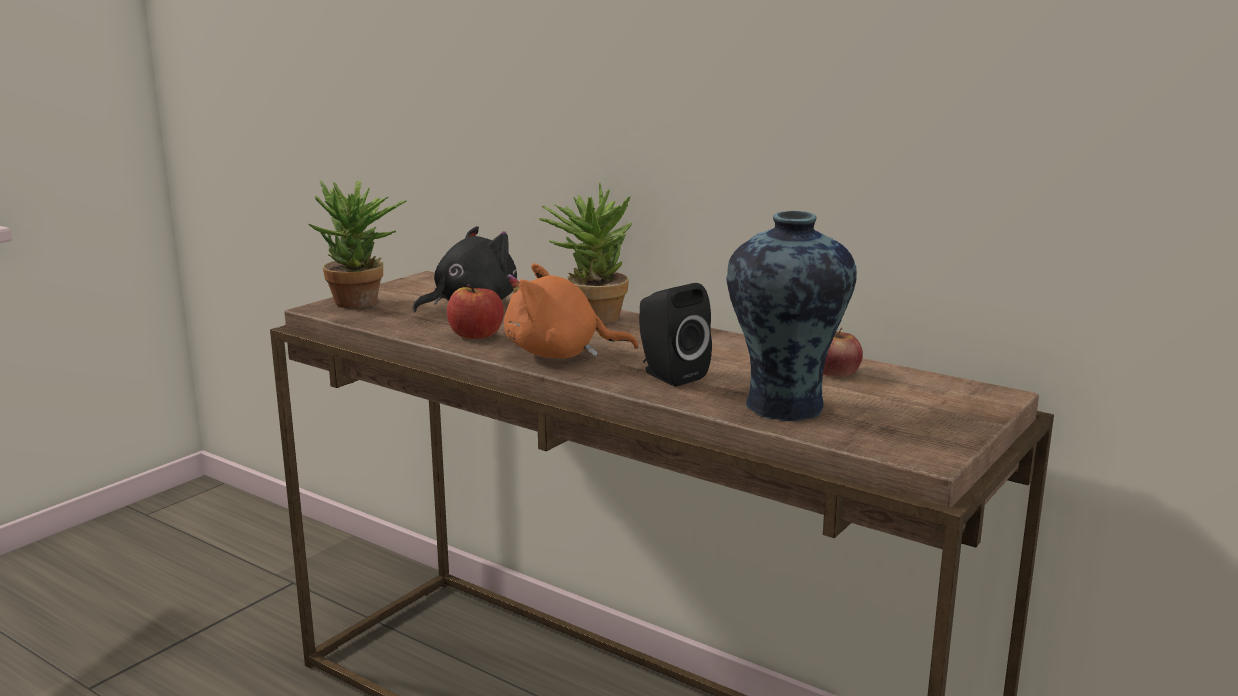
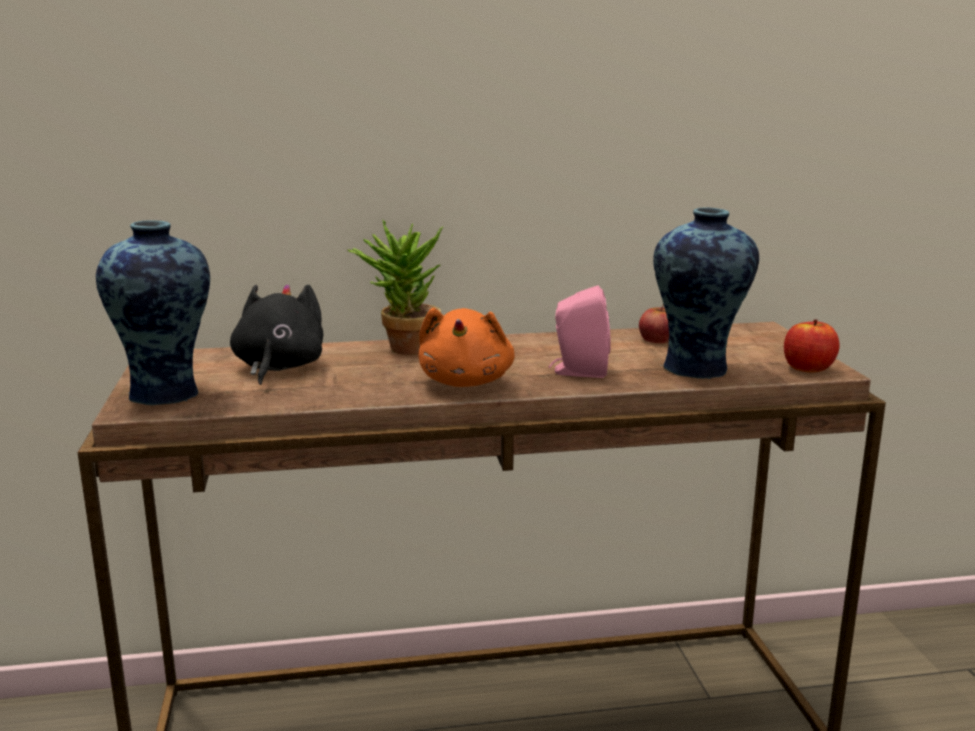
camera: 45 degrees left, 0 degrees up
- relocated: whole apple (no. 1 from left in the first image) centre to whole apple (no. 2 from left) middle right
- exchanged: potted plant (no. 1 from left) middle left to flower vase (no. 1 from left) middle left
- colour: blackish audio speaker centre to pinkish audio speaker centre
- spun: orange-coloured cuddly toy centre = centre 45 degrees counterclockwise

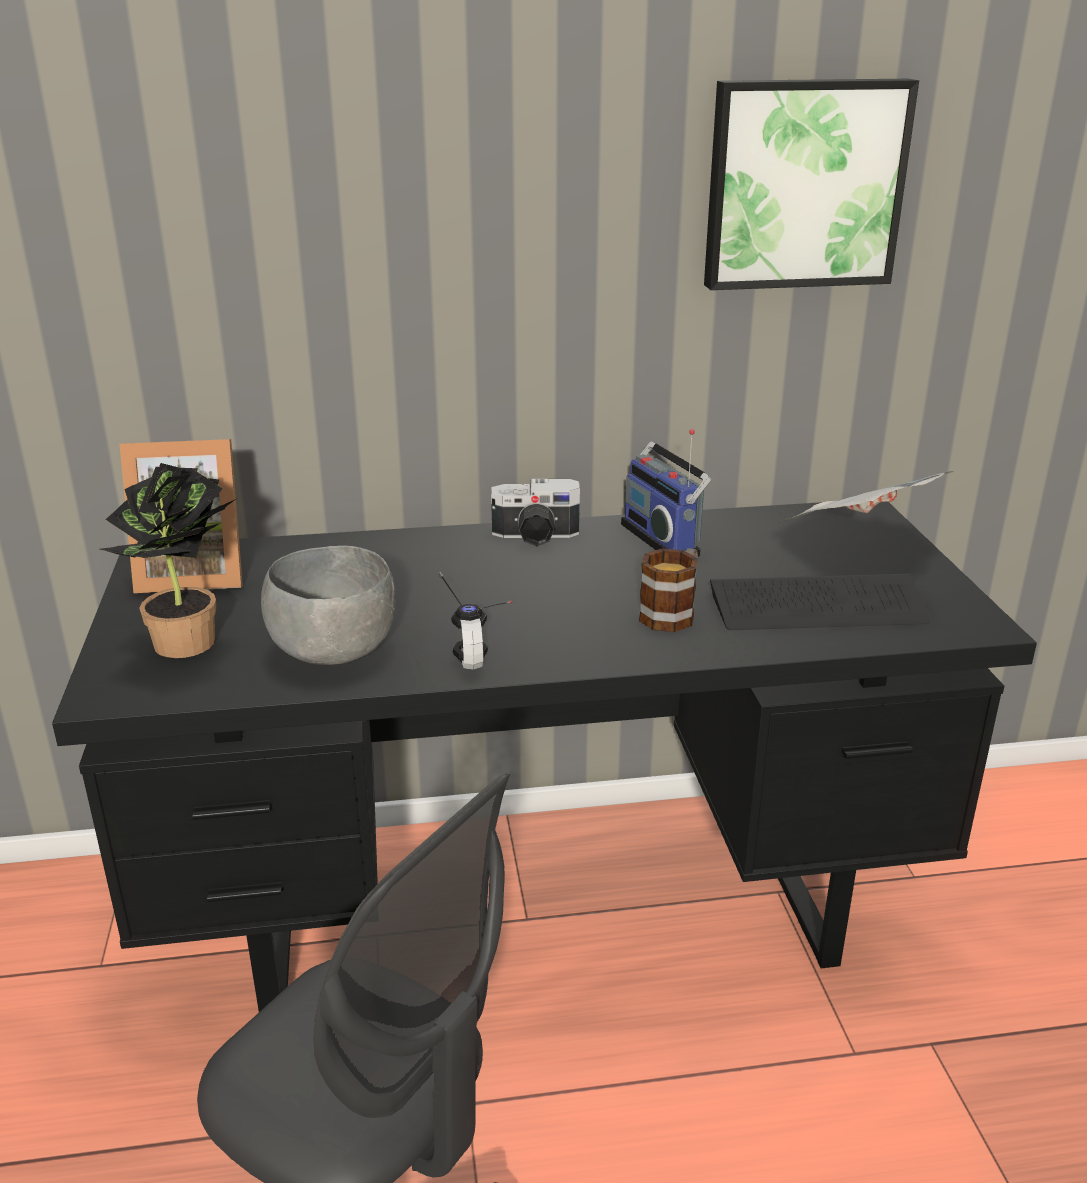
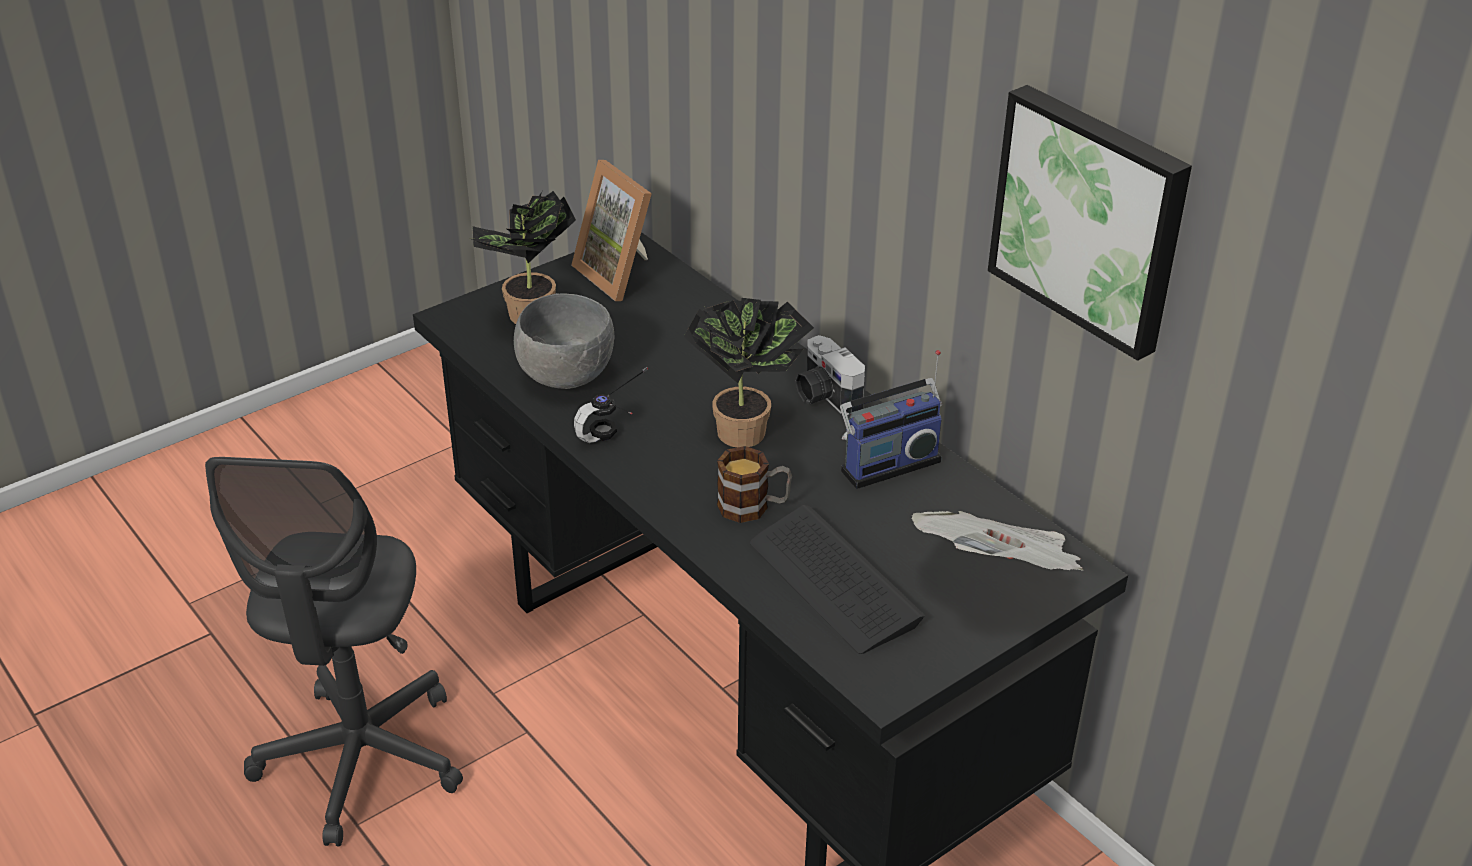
camera: 60 degrees right, 10 degrees up
- appeared: potted plant (no. 2 from left) centre
- spun: radio receiver centre = centre 150 degrees counterclockwise

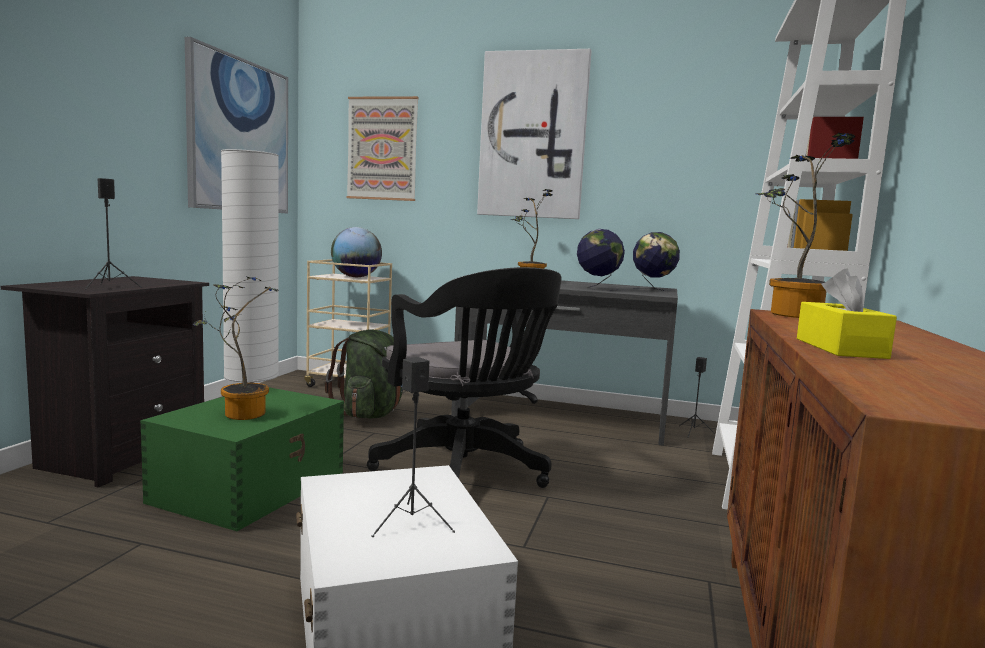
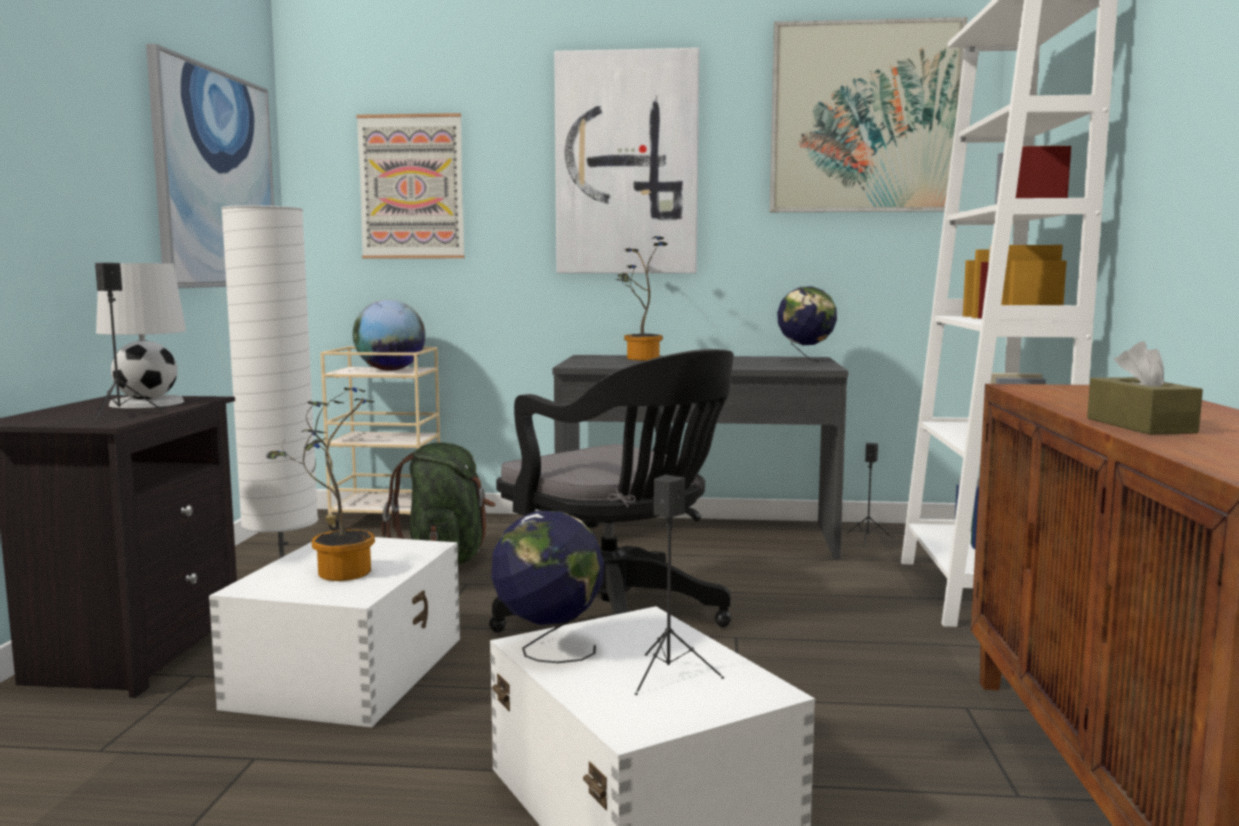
camera: 10 degrees left, 0 degrees up
- missing: potted plant (no. 3 from left) middle right
- appeared: white tabletop lamp middle left
- appeared: picture (no. 4 from left) top right
- relocated: globe (no. 2 from left) centre to bottom centre
- colour: greenish storage bin bottom left to white storage bin (no. 1 from left) bottom left
- colour: yellow-coloured box of tissues middle right to brown box of tissues middle right

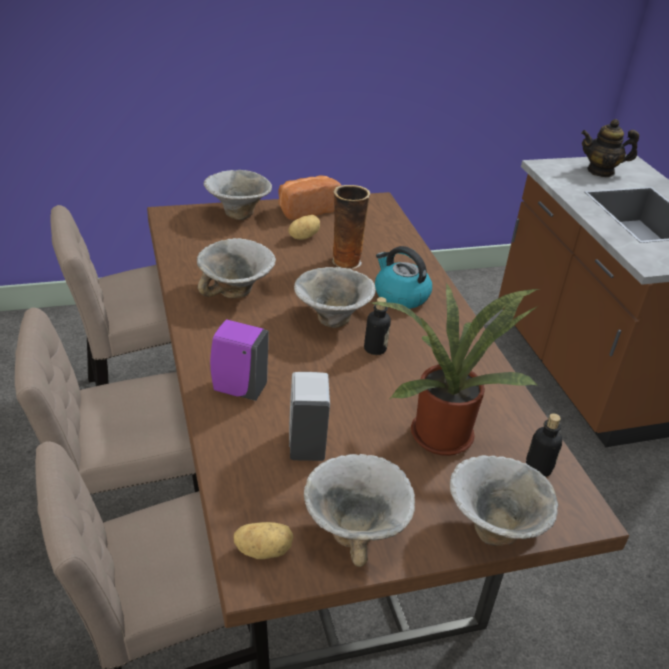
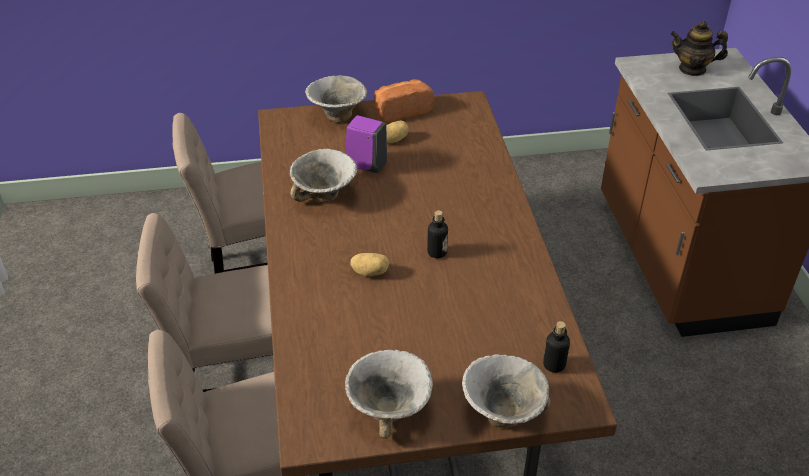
camera: 10 degrees right, 5 degrees up
- missing: white liquid soap bottle centre
- missing: deep dish (no. 3 from left) centre
- missing: flower vase centre
- missing: potted plant middle right
- missing: water kettle centre
- relocated: purple liquid soap bottle centre to top centre
- relocated: potato (no. 1 from left) bottom centre to centre

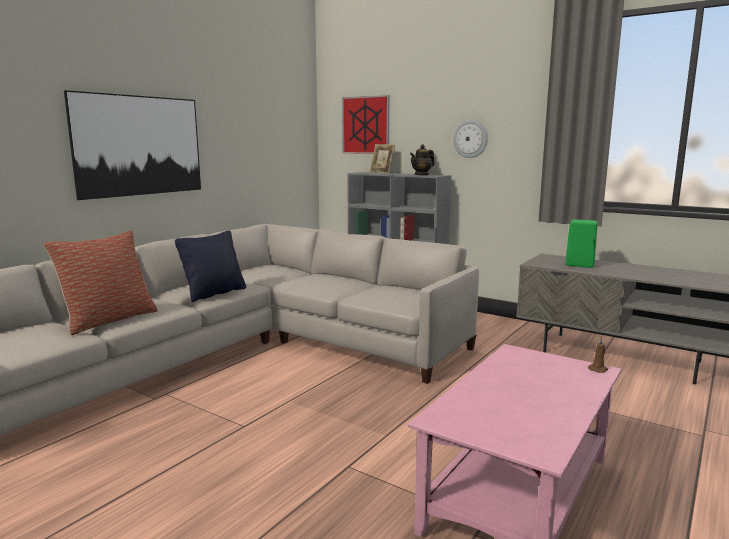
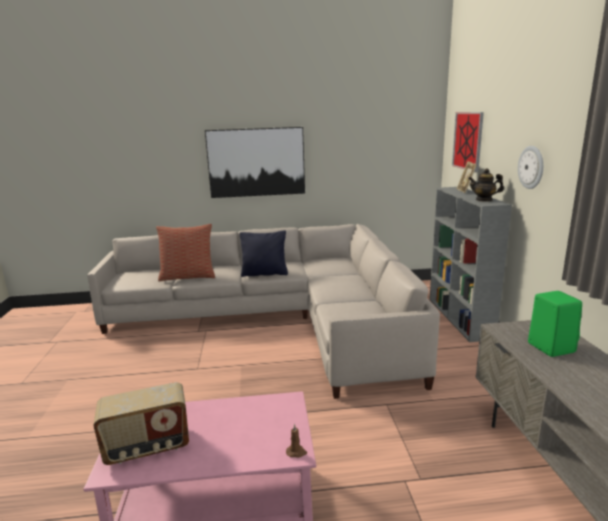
camera: 50 degrees right, 5 degrees up
- appeared: radio receiver bottom left

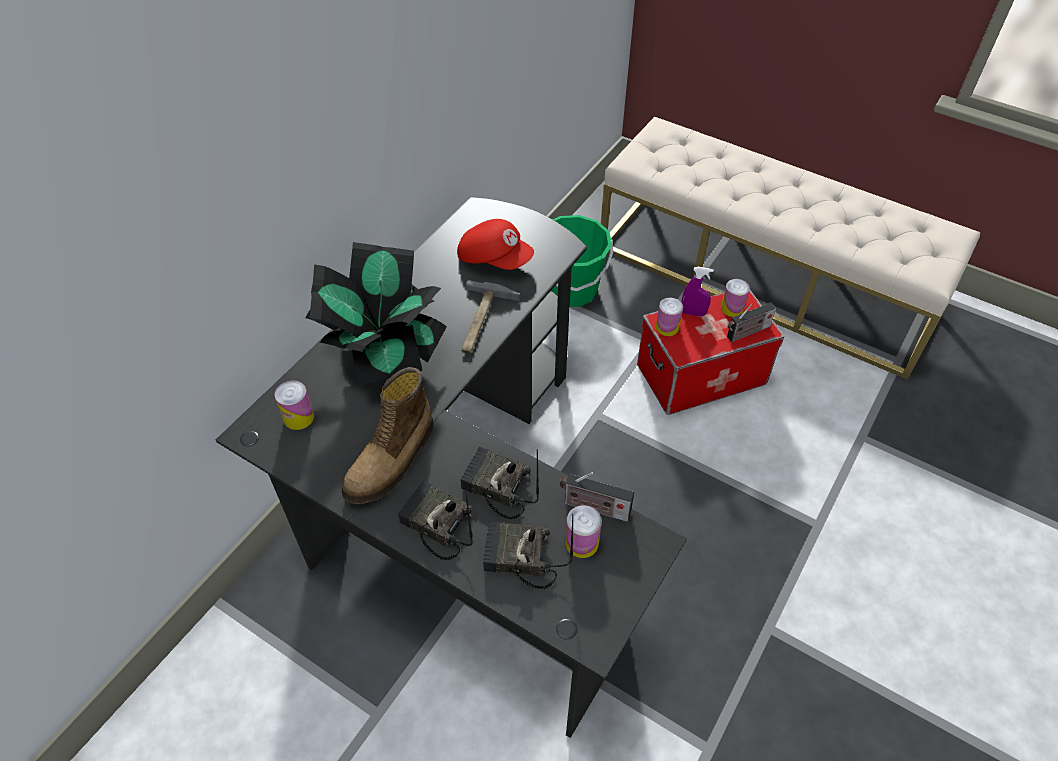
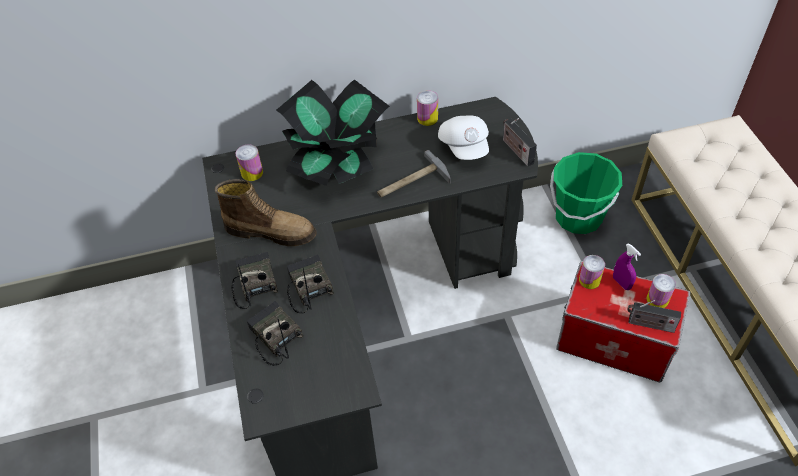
camera: 45 degrees right, 0 degrees up
- relocated: radio receiver (no. 4 from left) centre to top centre
- relocated: can (no. 2 from left) bottom centre to top centre
- colour: red-coloured cap top centre to white cap top centre
- spun: high-top boot centre = centre 150 degrees counterclockwise

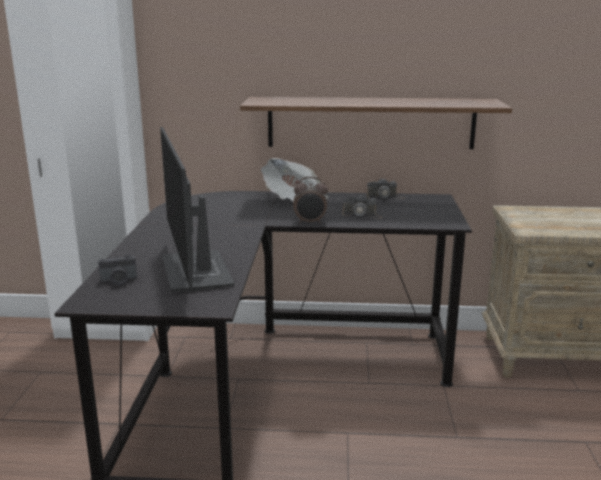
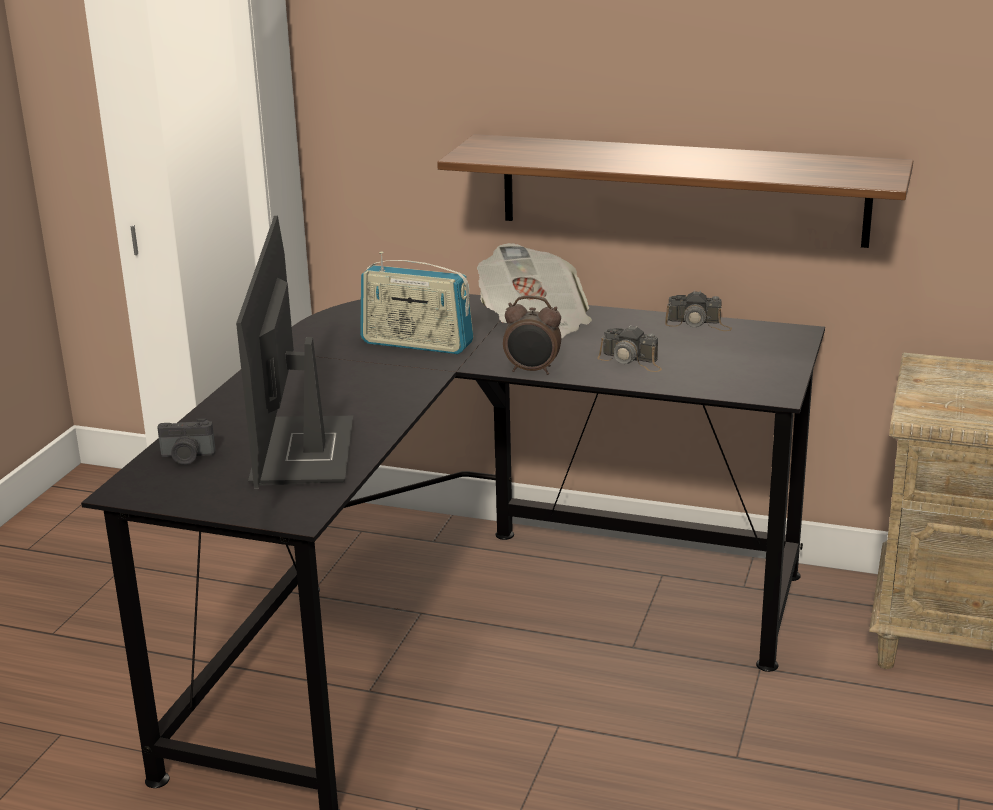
camera: 15 degrees right, 5 degrees up
- appeared: radio receiver centre

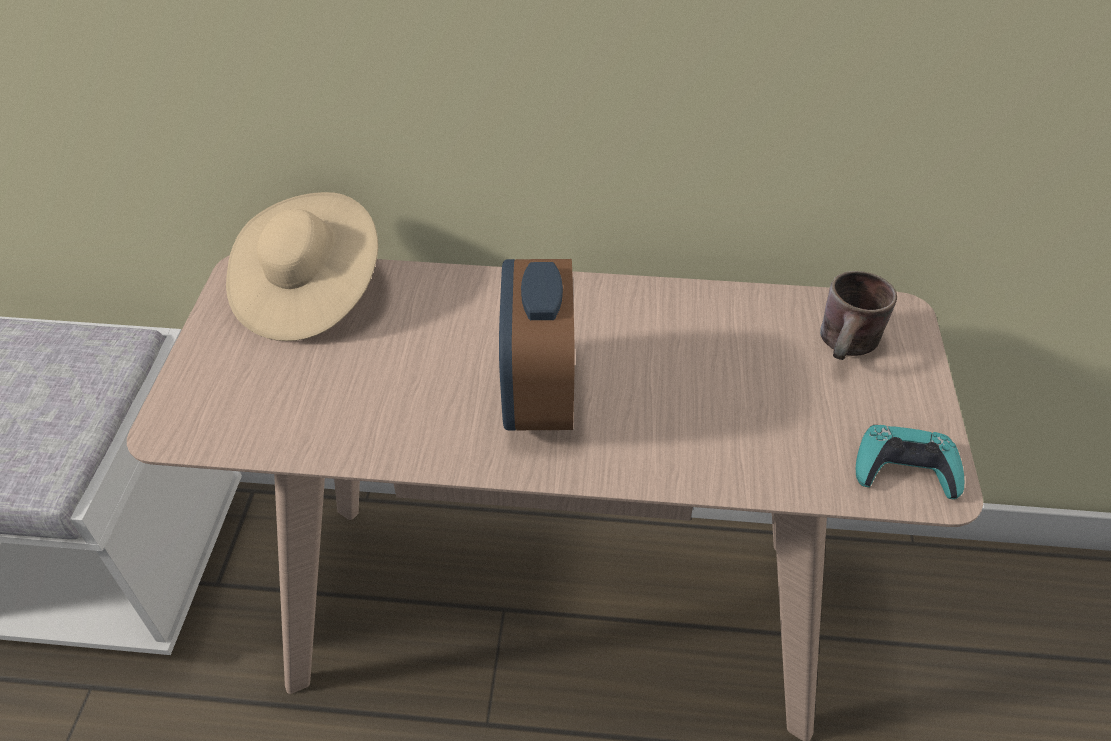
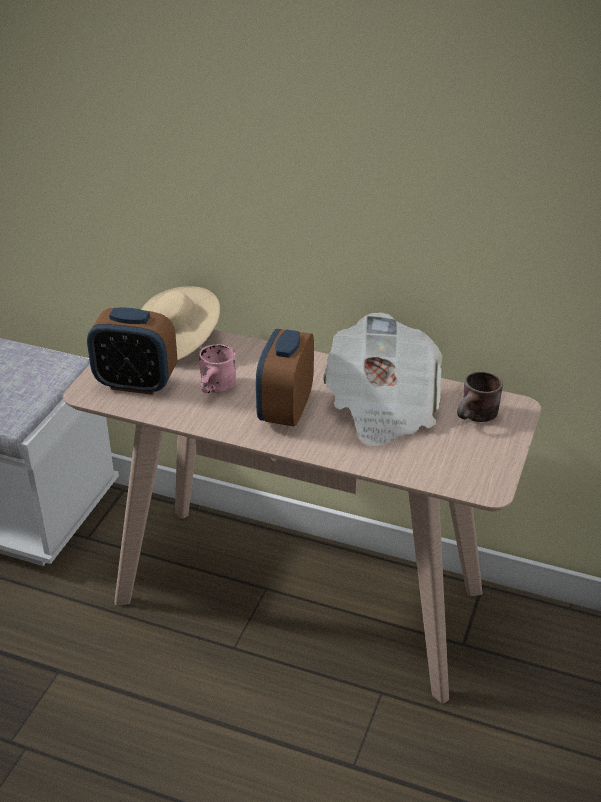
camera: 15 degrees right, 10 degrees down
- missing: turquoise gamepad middle right
- appeared: table clock (no. 1 from left) middle left
- appeared: pinkish tea mug centre
- appeared: printed paper centre

